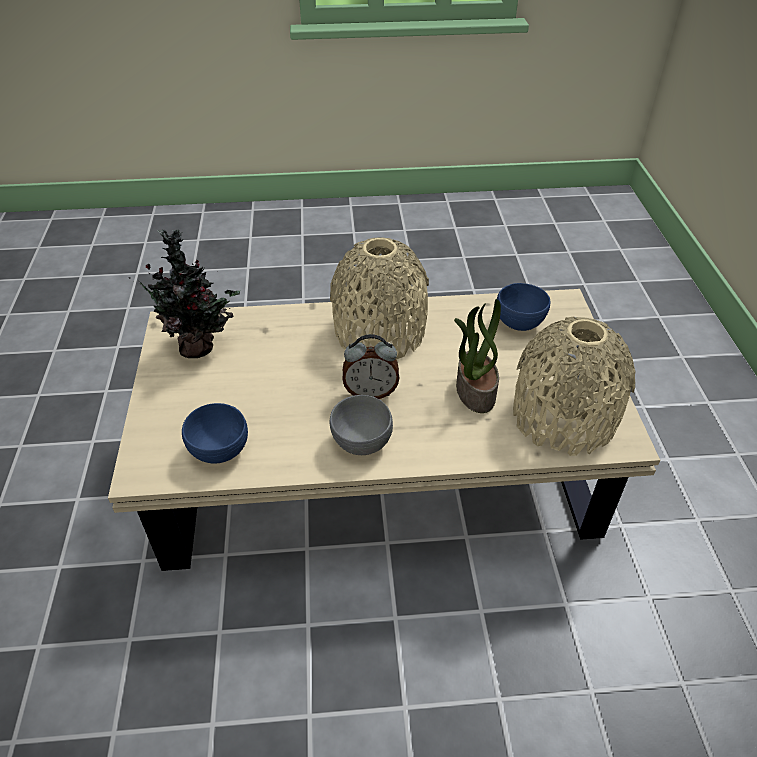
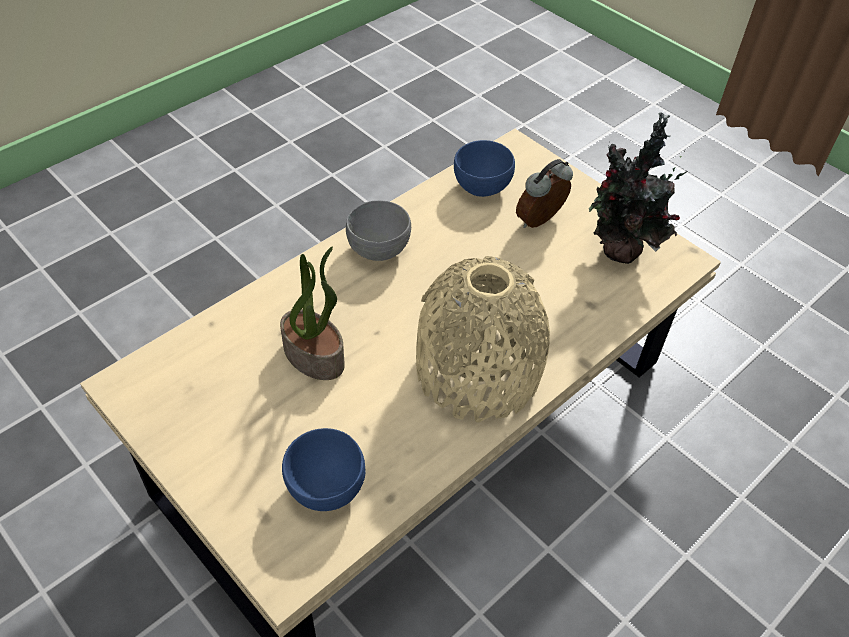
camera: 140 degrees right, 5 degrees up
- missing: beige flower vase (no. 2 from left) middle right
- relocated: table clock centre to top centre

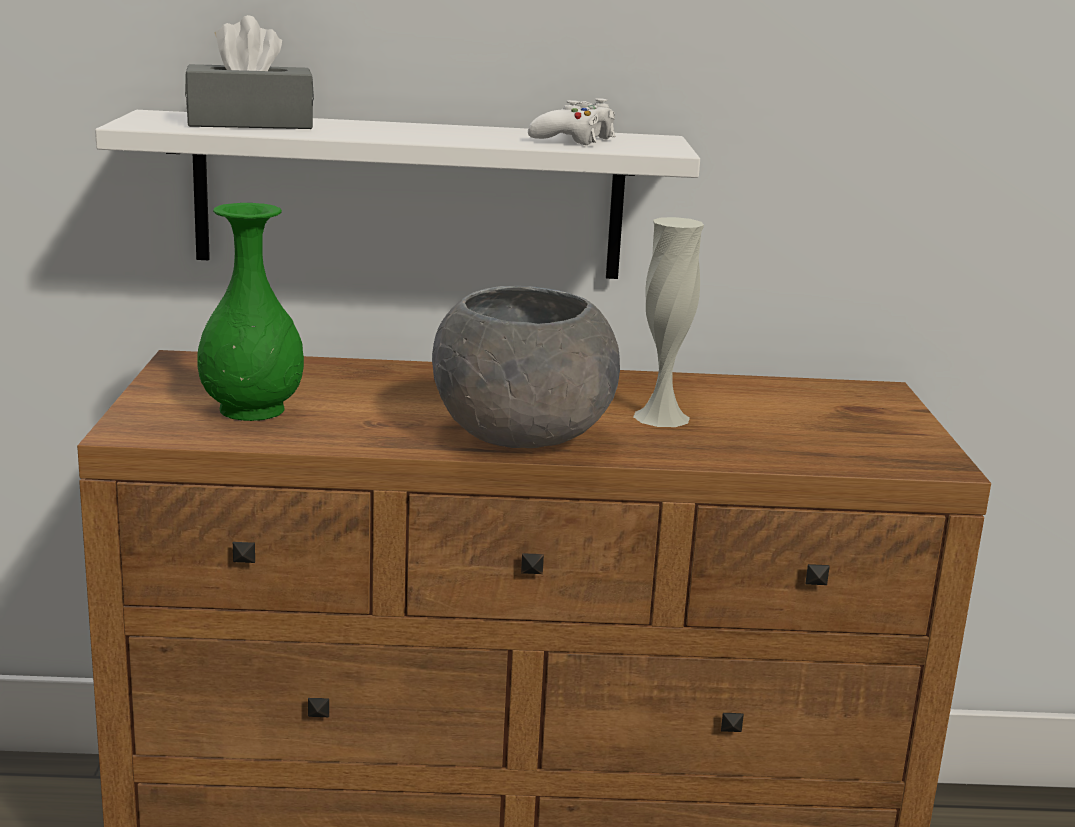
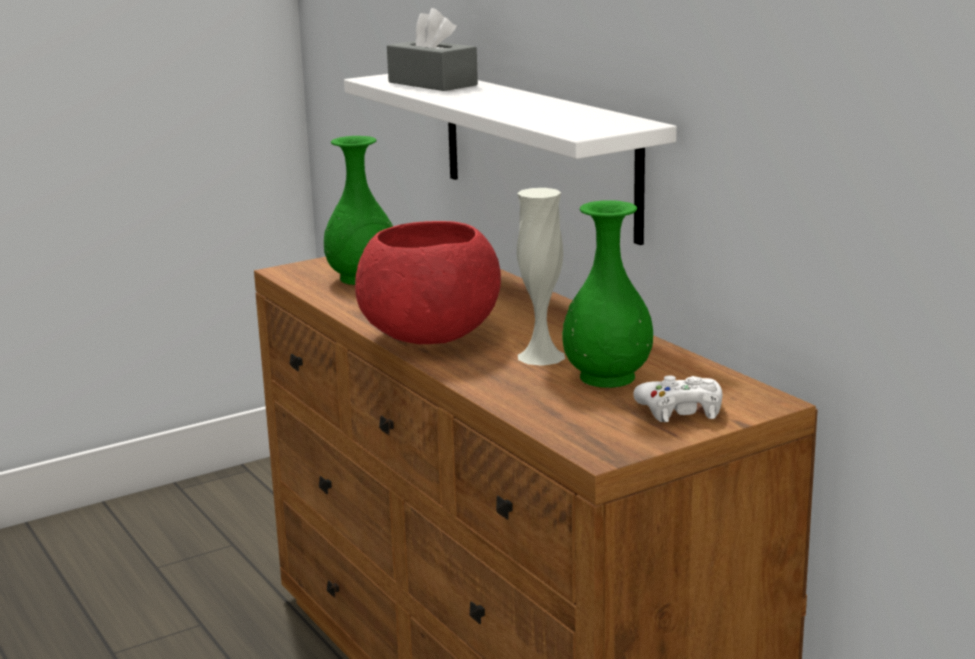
camera: 60 degrees right, 0 degrees up
- appeared: greenish flower vase (no. 2 from left) centre
- relocated: white gamepad top centre to middle right
- colour: grey deep dish centre to red-coloured deep dish centre

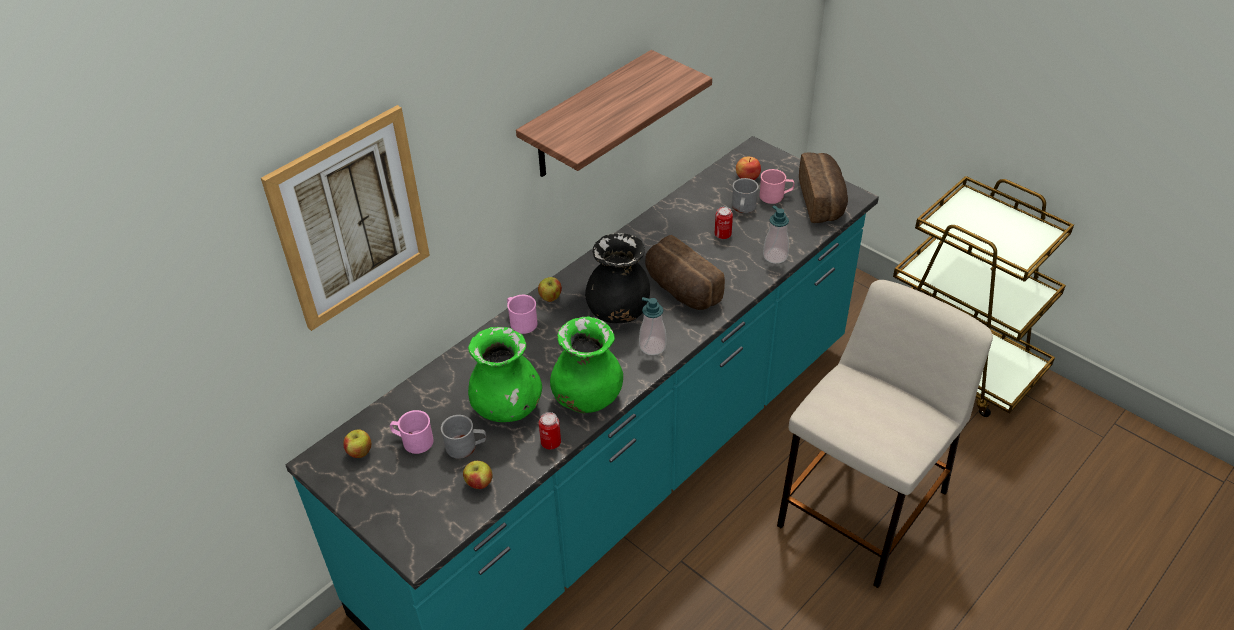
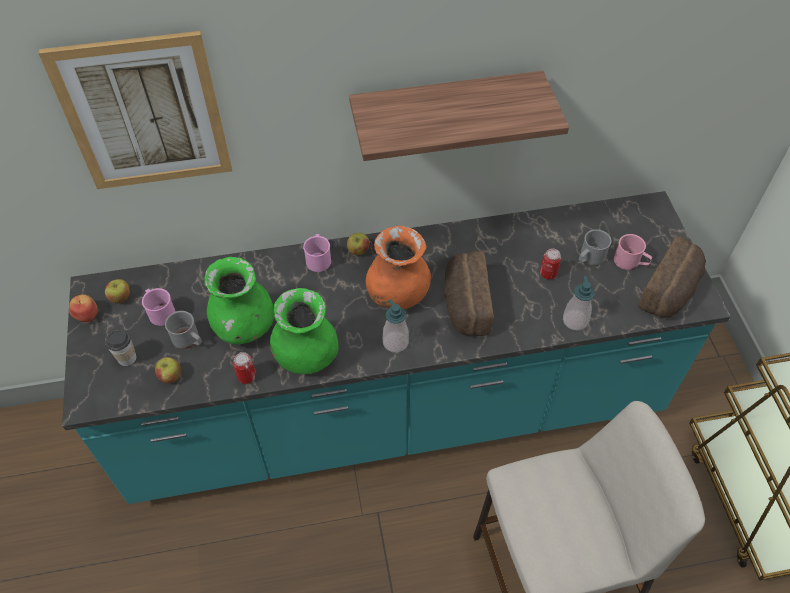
camera: 35 degrees right, 10 degrees up
- appeared: small cup middle left
- relocated: whole apple (no. 4 from left in the first image) top centre to whole apple (no. 1 from left) middle left
- colour: blackish flower vase centre to orange-coloured flower vase centre

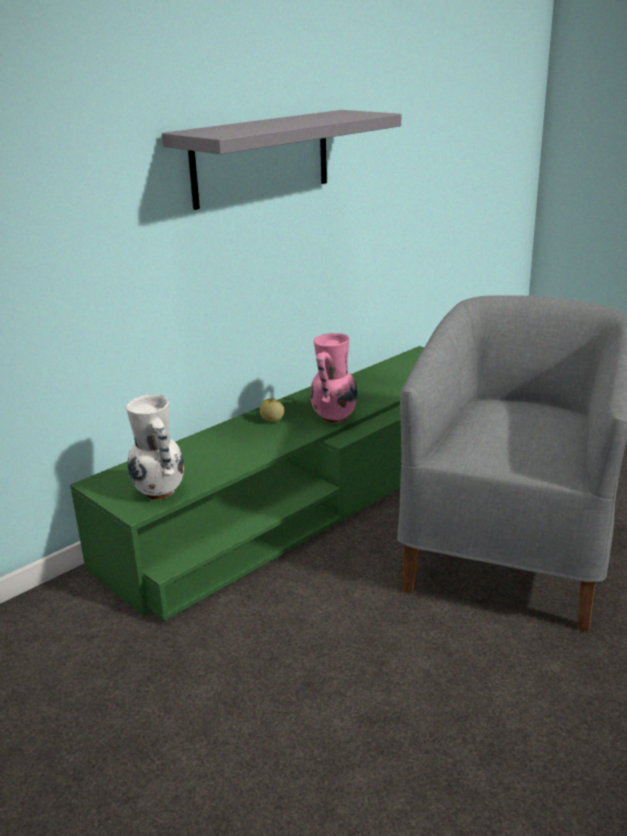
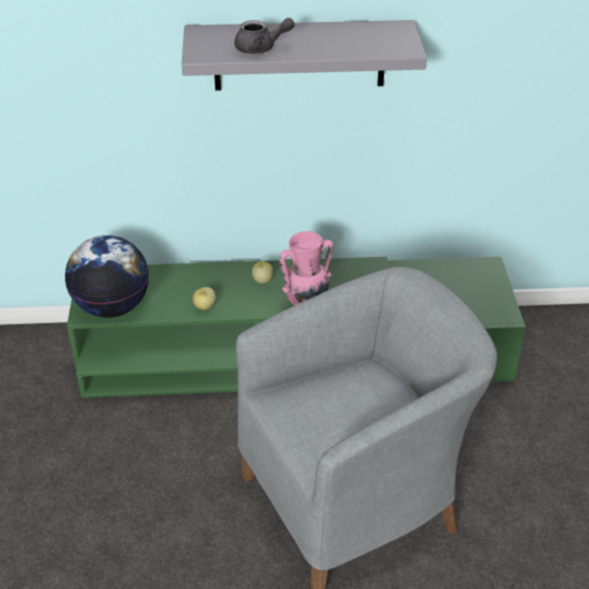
camera: 40 degrees right, 15 degrees up
- appeared: whole apple (no. 1 from left) centre
- appeared: grey pot for tea top centre
- exchanged: white flower vase middle left to globe middle left

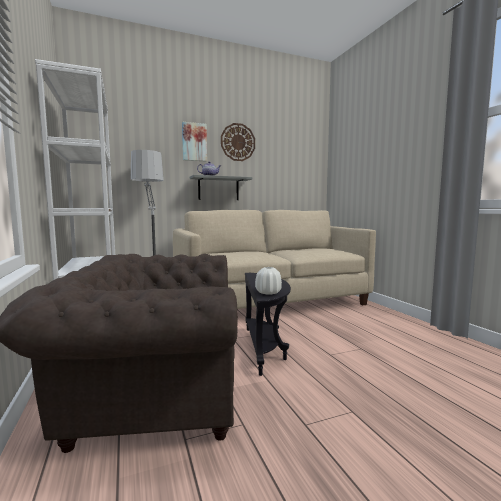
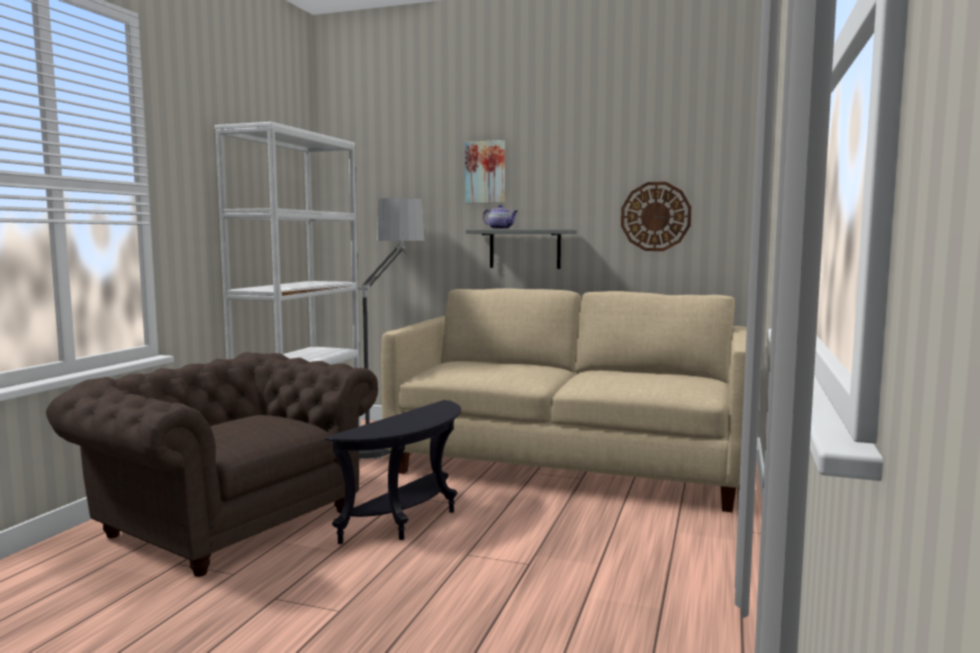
camera: 40 degrees right, 0 degrees up
- missing: white flower vase centre
- relocated: wall clock top centre to top right

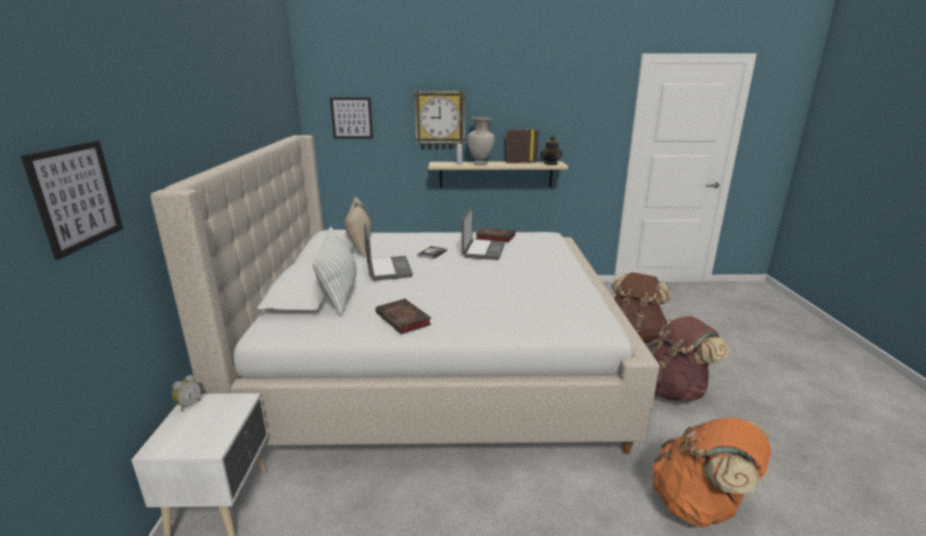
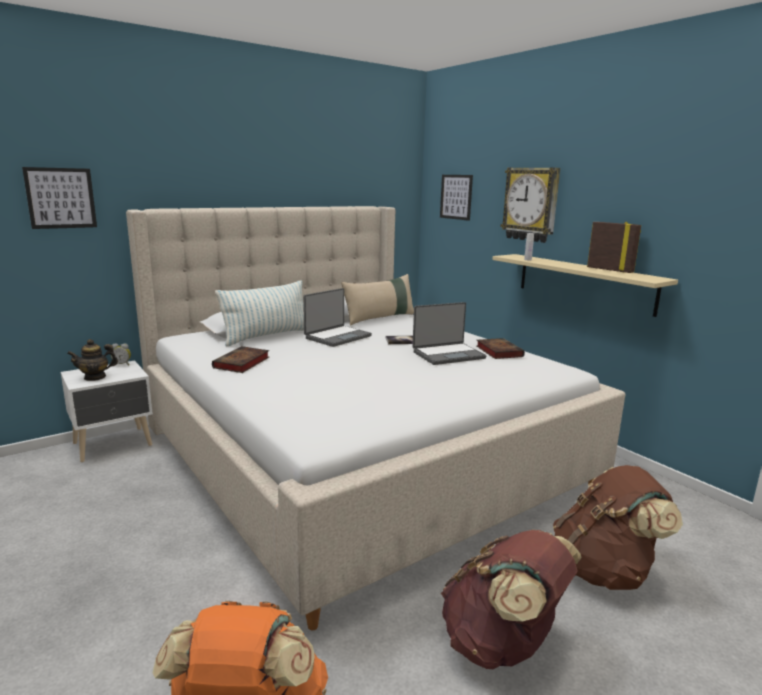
camera: 55 degrees right, 5 degrees down
- missing: beige flower vase top centre
- relocated: pot for tea top centre to middle left

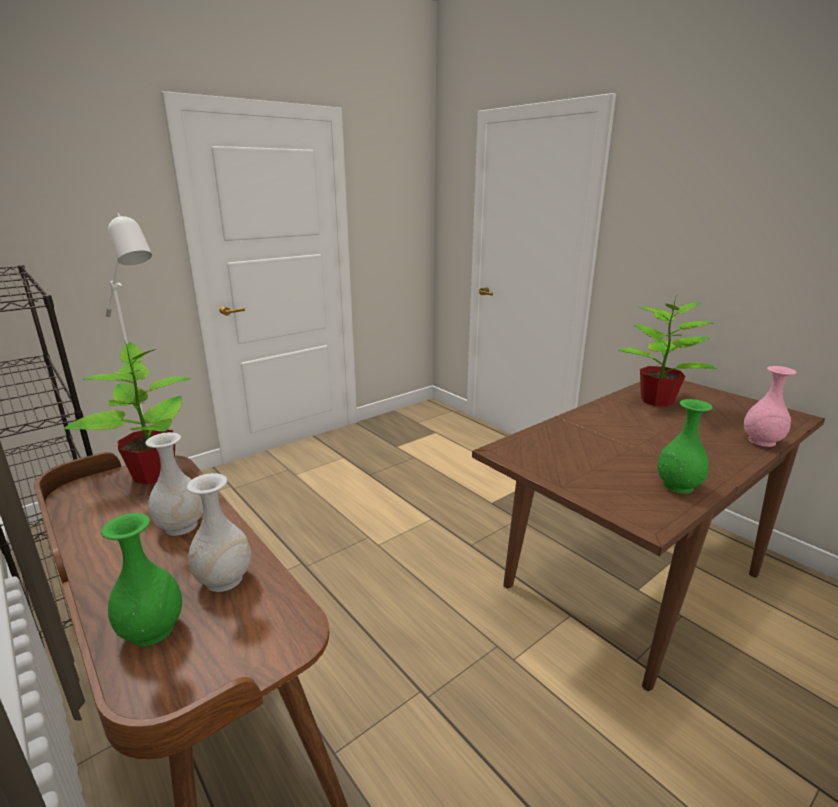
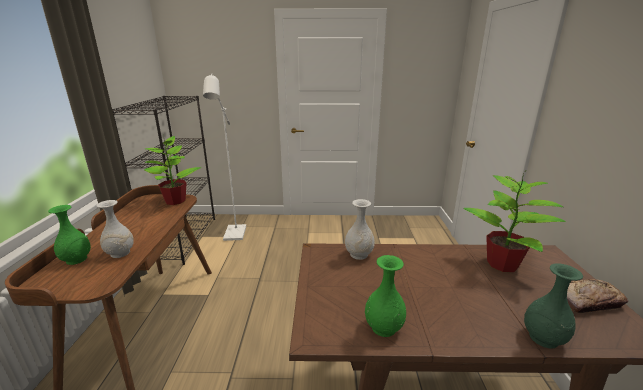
camera: 40 degrees right, 0 degrees up
- appeared: baked bread bottom right
- relocated: white flower vase (no. 1 from left in the first image) middle left to white flower vase (no. 2 from left) centre
- colour: pinkish flower vase middle right to greenish flower vase (no. 3 from left) bottom right

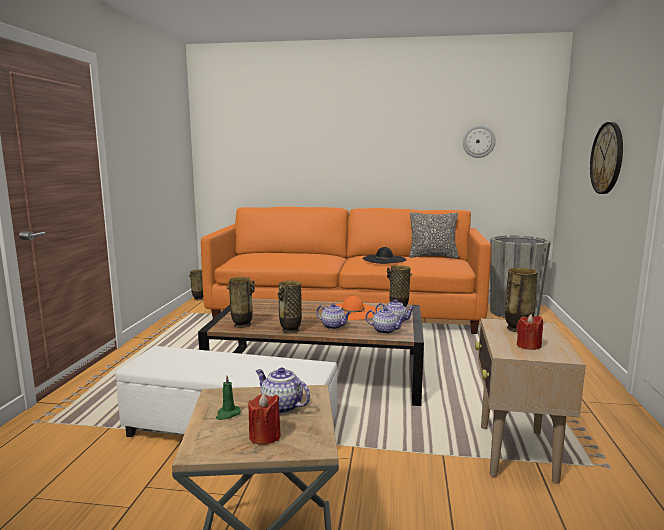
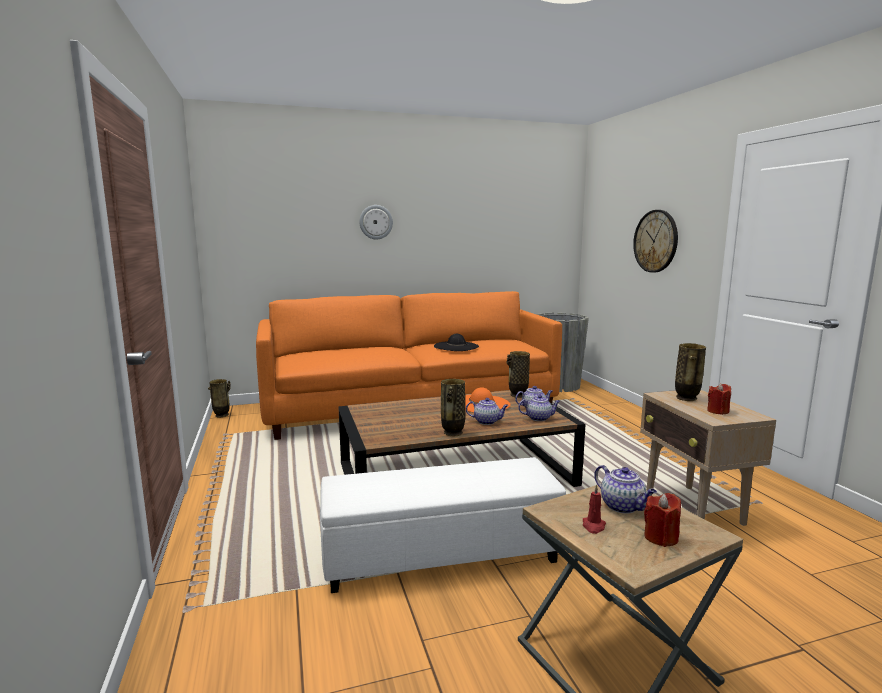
camera: 25 degrees left, 0 degrees up
- missing: flower vase (no. 2 from left) centre
- missing: pillow centre
- relocated: wall clock (no. 1 from left) top right to top centre
- colour: greenish wax light bottom centre to red-coloured wax light (no. 1 from left) bottom right
- spun: pot for tea (no. 1 from left in the first image) bottom centre = bottom right 135 degrees counterclockwise

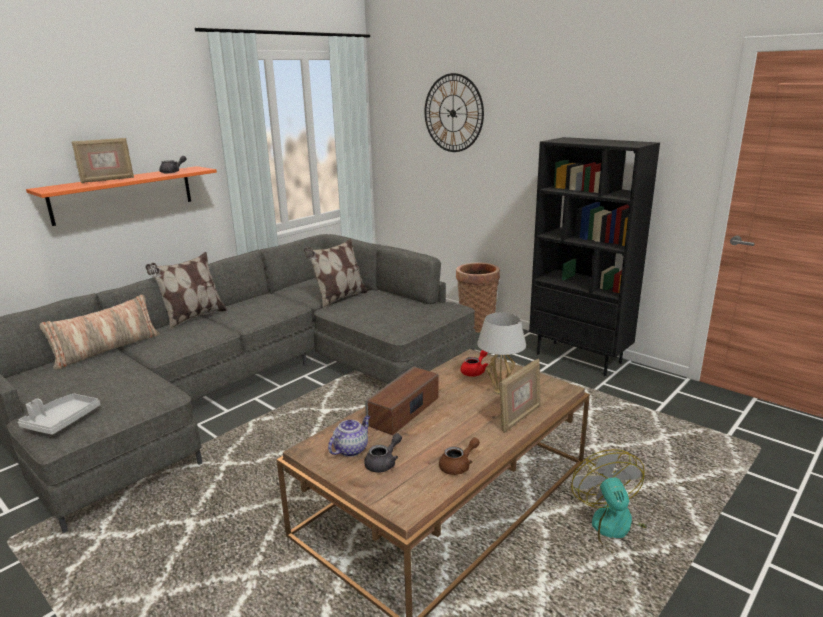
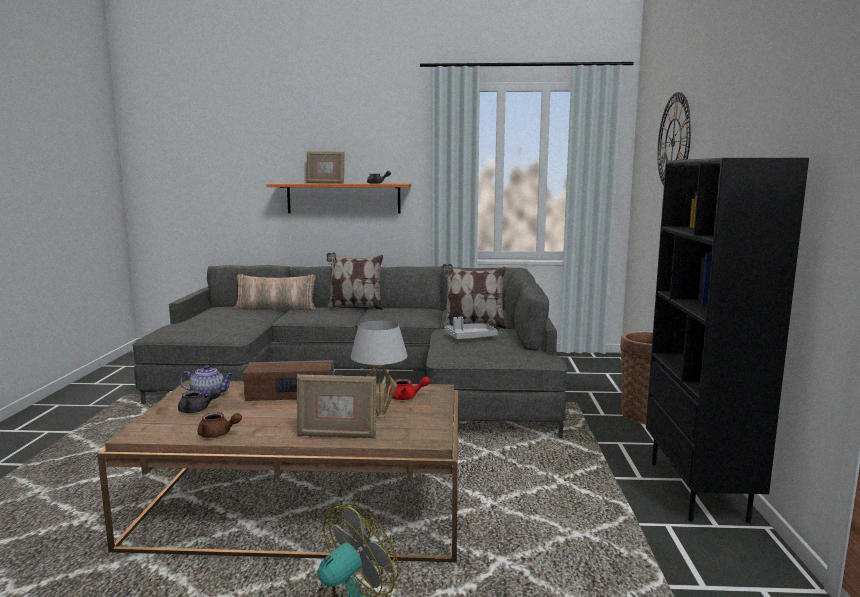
camera: 50 degrees right, 10 degrees down
- relocated: grey serving tray bottom left to centre

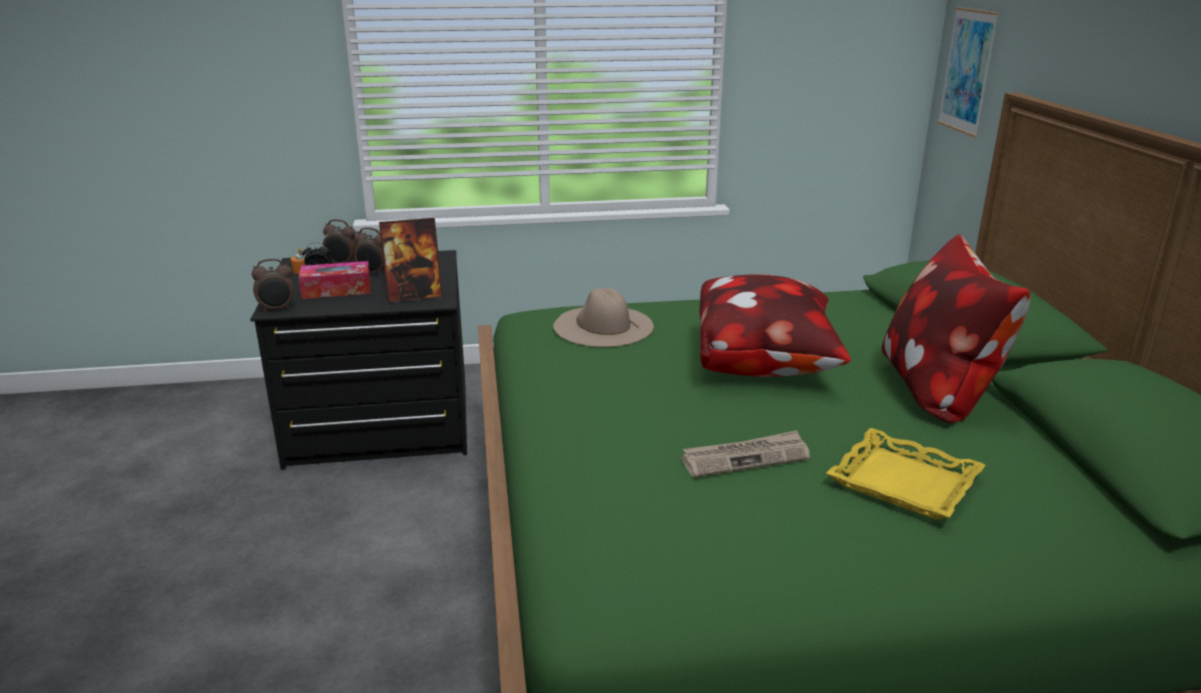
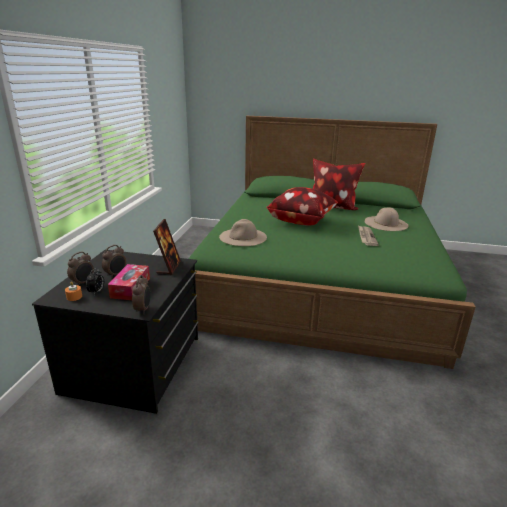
camera: 70 degrees left, 0 degrees up
- missing: picture top right
- exchanged: yellow-coloured serving tray bottom right to beige wearable hat (no. 2 from left) middle right

